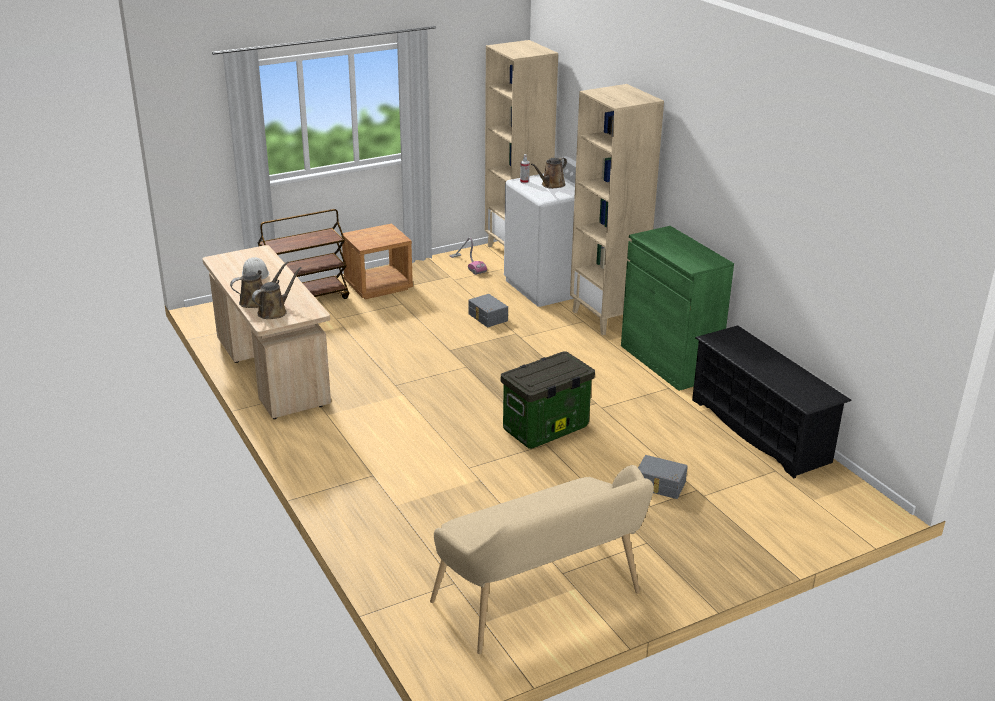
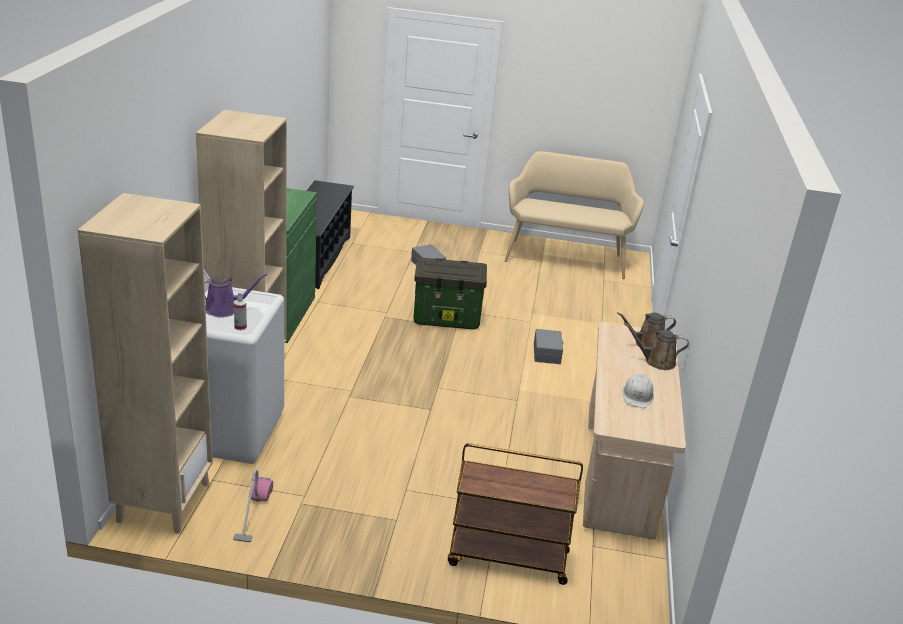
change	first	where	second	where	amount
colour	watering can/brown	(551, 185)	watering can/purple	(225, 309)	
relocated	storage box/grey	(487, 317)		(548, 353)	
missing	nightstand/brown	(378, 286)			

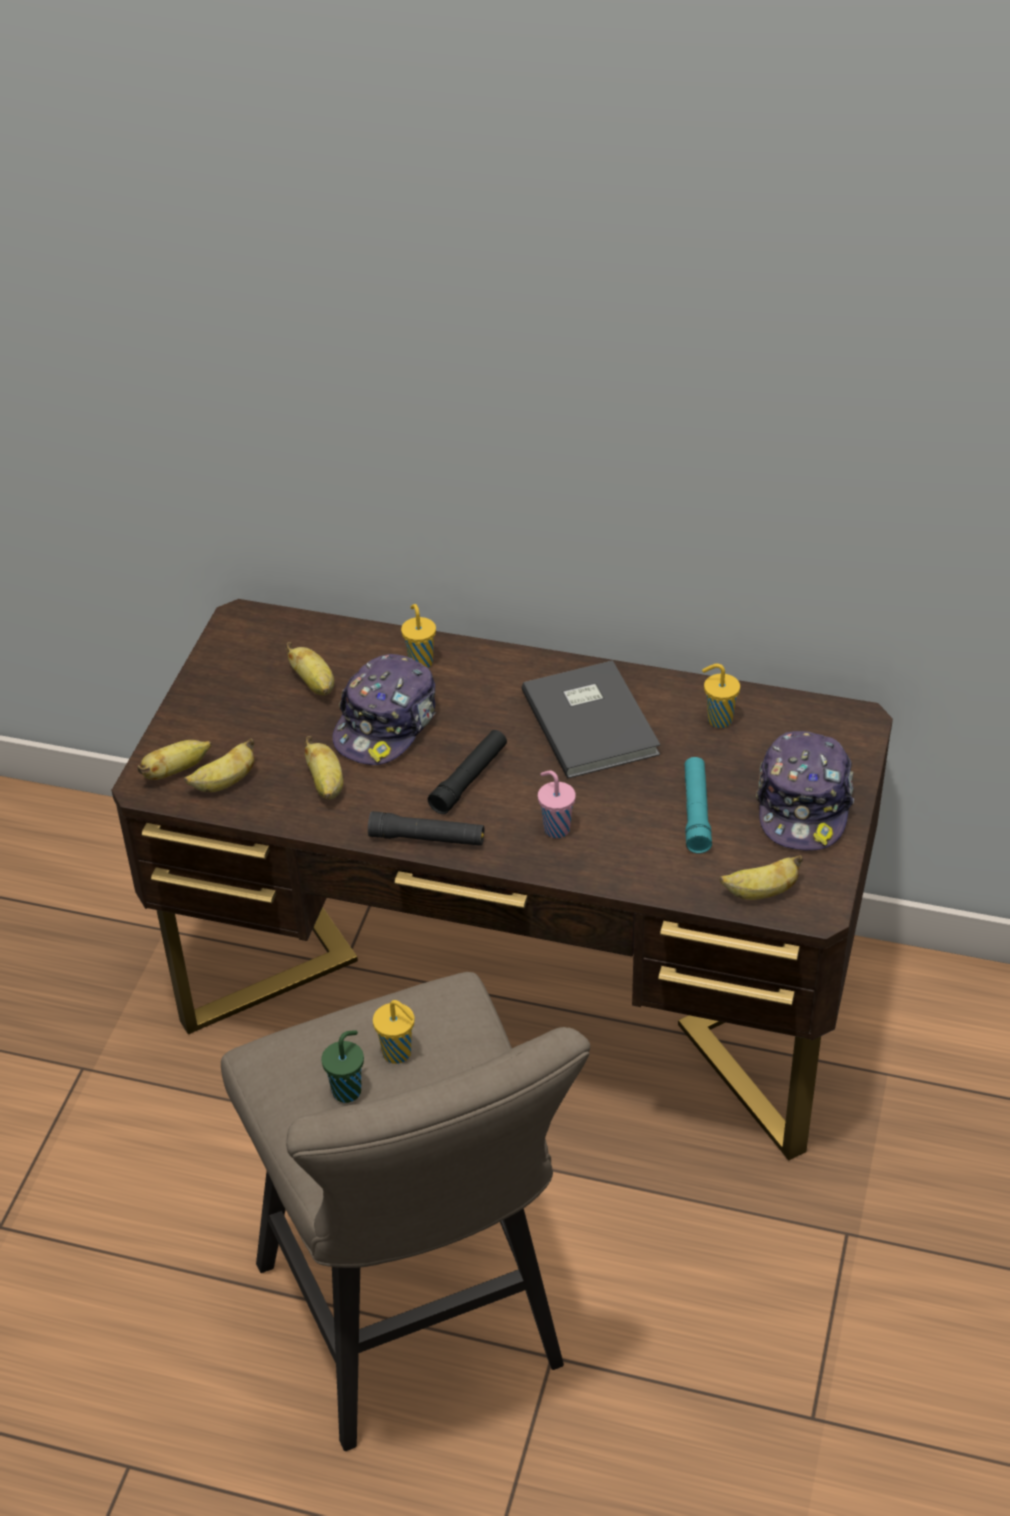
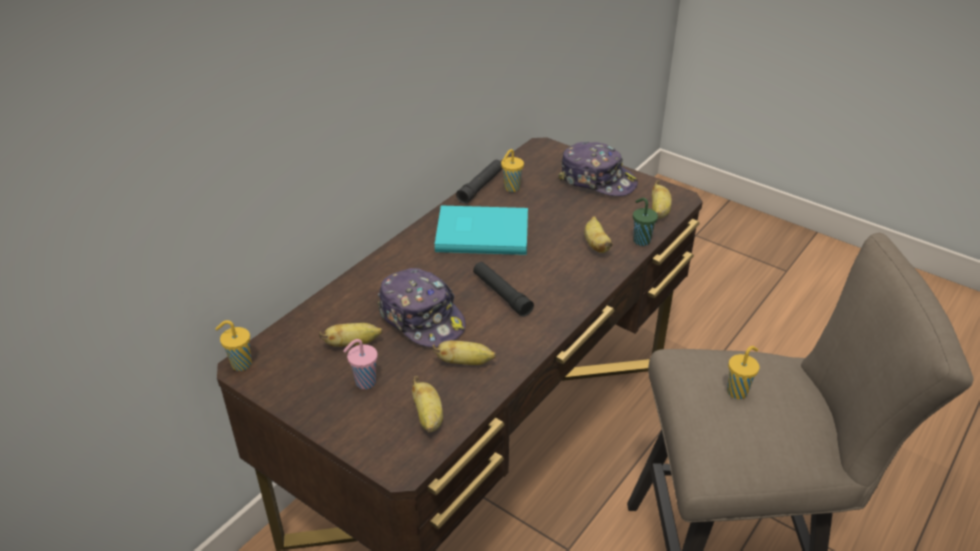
change	first	where	second	where	amount
relocated	cup/yellow	(420, 661)		(240, 364)	
relocated	cup/pink	(555, 828)		(364, 382)	
colour	book/grey	(592, 721)	book/turquoise	(481, 232)	
relocated	flashlight/black	(427, 838)		(480, 186)	
relocated	banana	(176, 771)		(596, 245)	
relocated	cup/green	(348, 1090)		(641, 240)	
missing	flashlight/turquoise	(696, 812)			

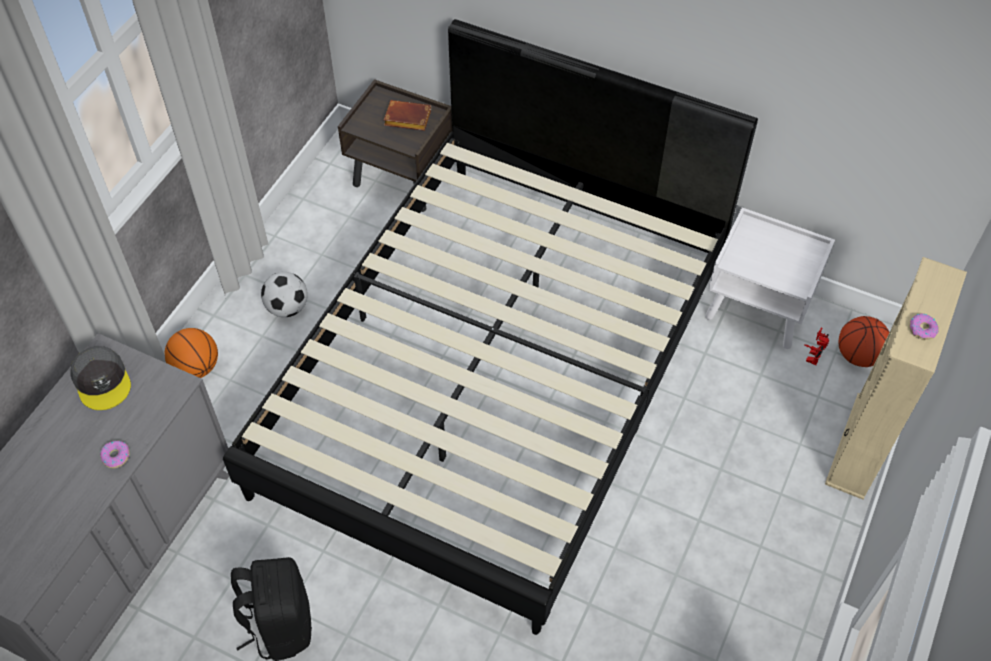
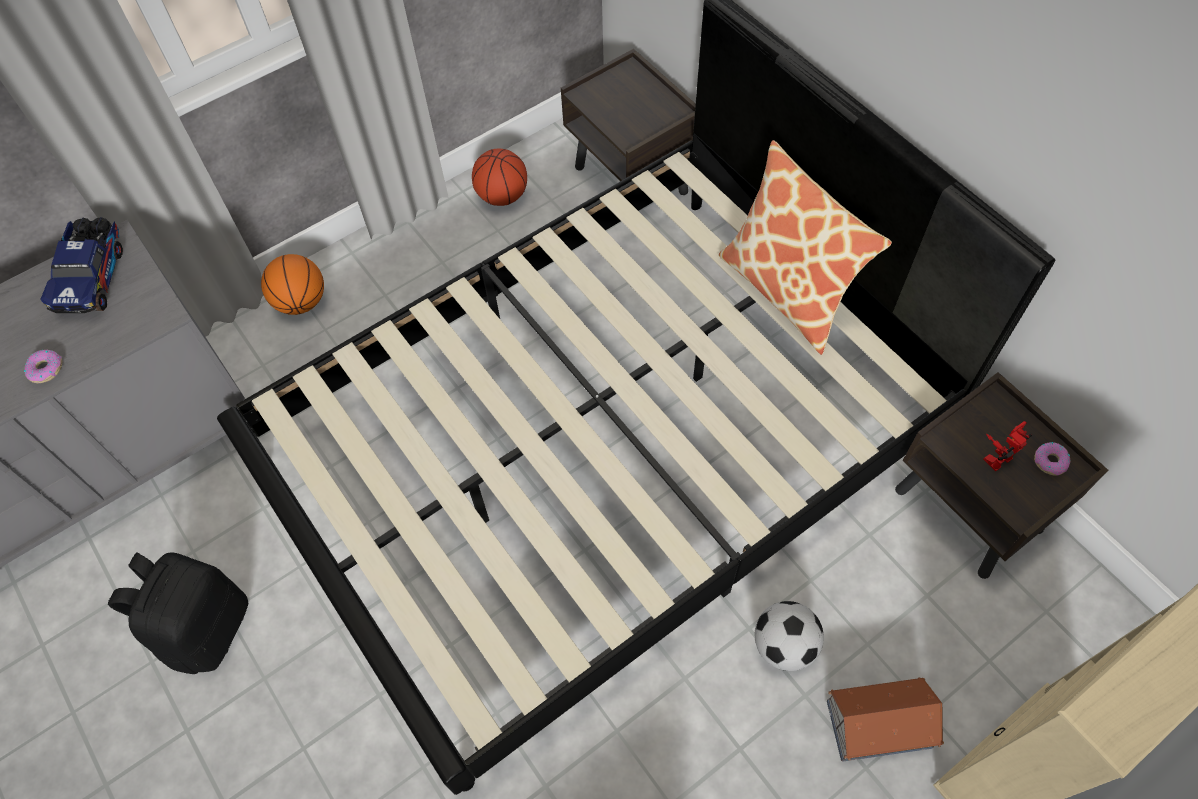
change	first	where	second	where	amount
exchanged	cap/grey	(102, 381)	toy truck	(93, 276)	
relocated	basketball	(858, 356)		(502, 196)	
appeared			pillow	(787, 291)	
relocated	football	(287, 308)		(784, 645)	
appeared			toy house	(880, 724)	
colour	nightstand/white	(758, 311)	nightstand/brown	(969, 511)	
relocated	toy robot	(811, 355)		(996, 455)	
relocated	donut	(922, 329)		(1050, 461)	
missing	book/brown	(406, 119)			

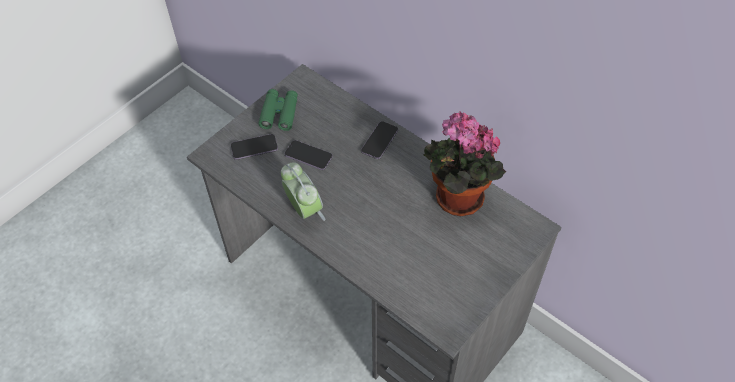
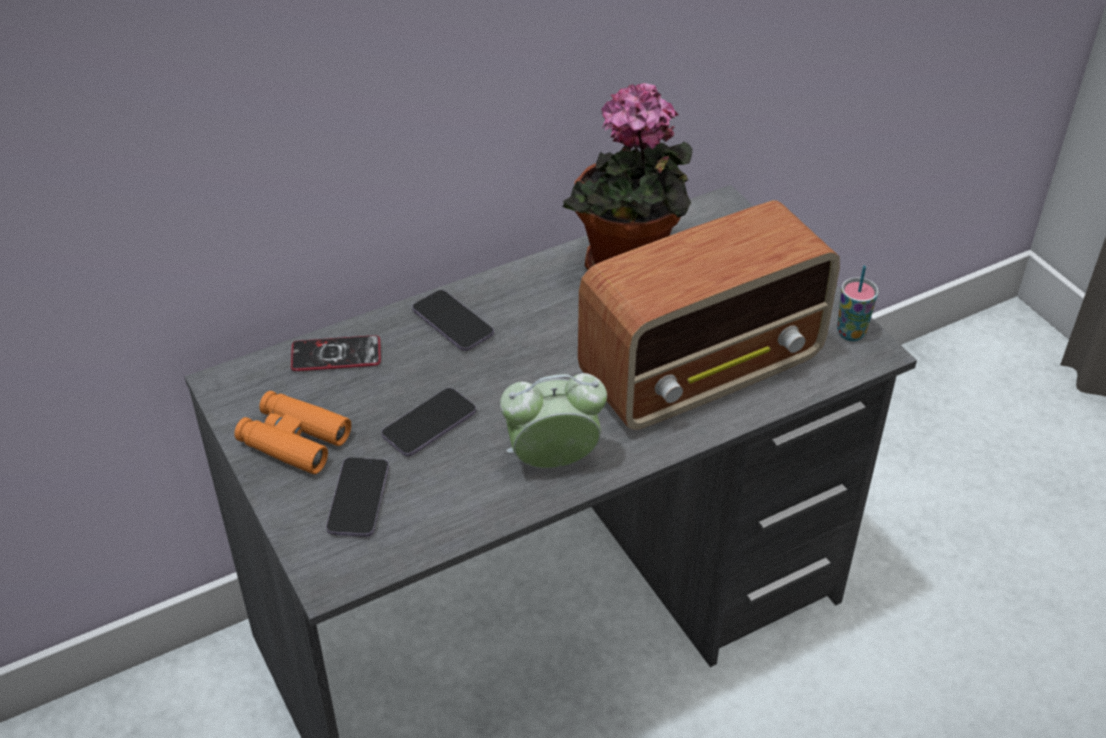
change	first	where	second	where	amount
colour	binoculars/green	(279, 113)	binoculars/orange	(294, 440)	
appeared			phone	(336, 355)	
appeared			radio	(703, 371)	
appeared			cup	(851, 333)	

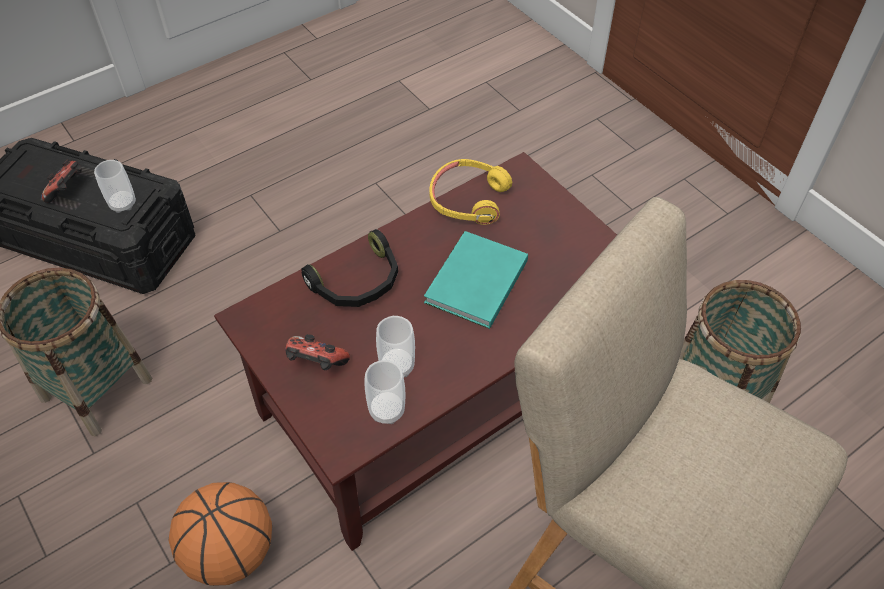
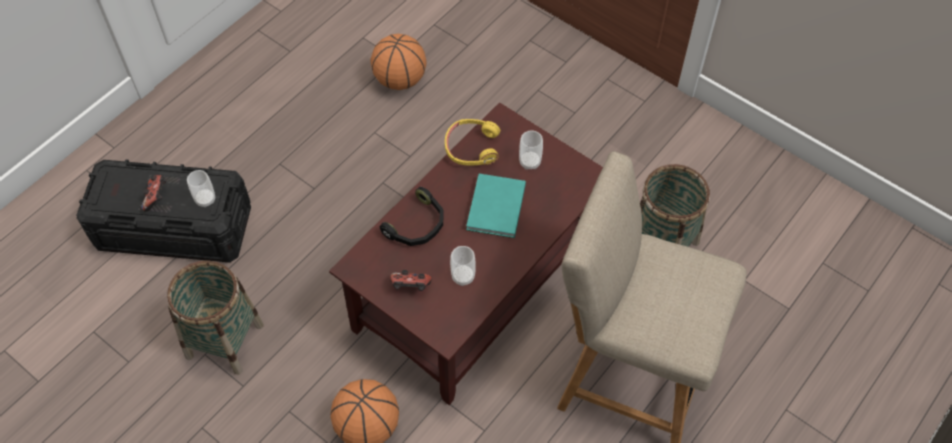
change	first	where	second	where	amount
appeared			basketball	(400, 80)	
relocated	cup	(387, 410)		(530, 162)	

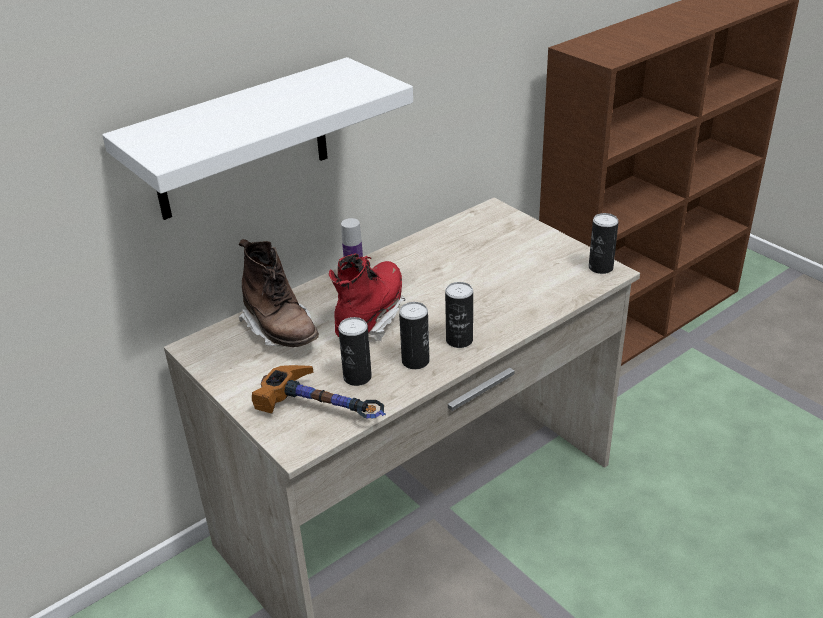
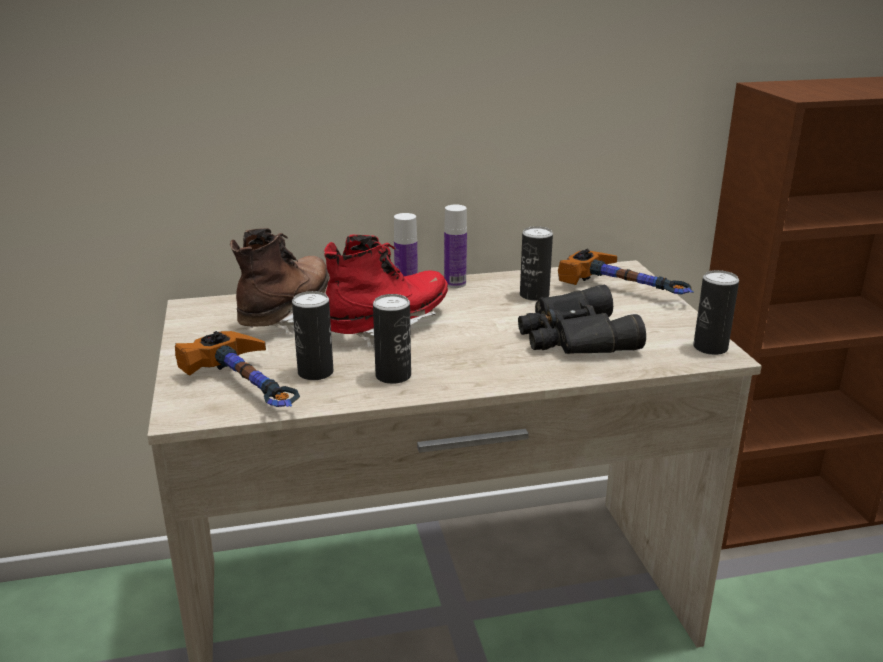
change	first	where	second	where	amount
spun	boot/brown	(281, 330)		(286, 314)	150 degrees counterclockwise
appeared			bottle	(455, 284)	
appeared			binoculars/black	(573, 337)	
relocated	can	(459, 340)		(534, 295)	
appeared			hammer	(628, 291)	
missing	shelf/white	(241, 140)			

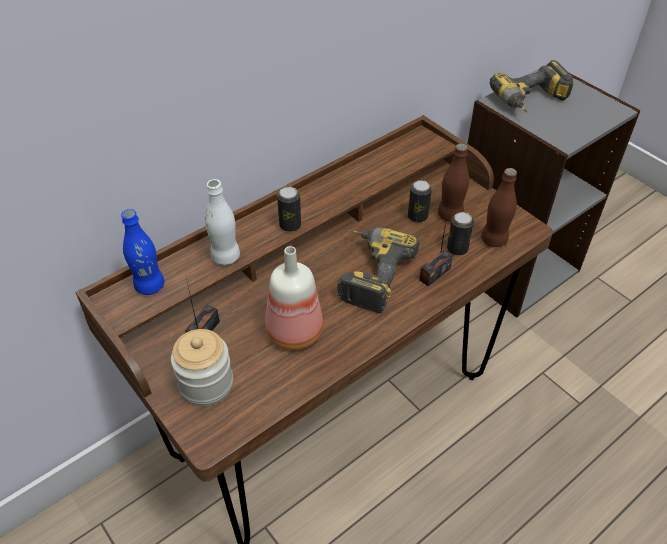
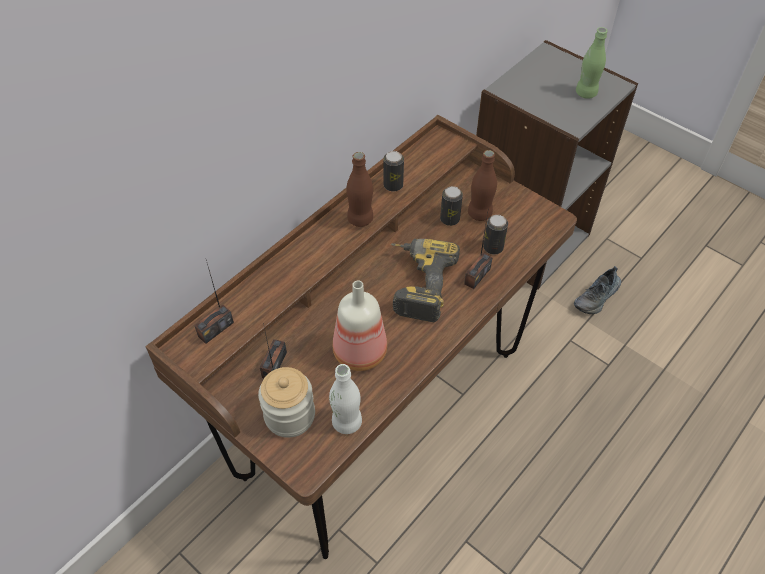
change	first	where	second	where	amount
exchanged	bottle/blue	(149, 286)	radio	(215, 329)	
relocated	bottle/white	(225, 256)		(347, 422)	
relocated	bottle/brown	(494, 240)		(360, 219)	
relocated	can	(290, 225)		(393, 185)	
appeared			shoe	(597, 297)	
appeared			bottle/green	(586, 93)	
missing	power drill	(531, 102)			

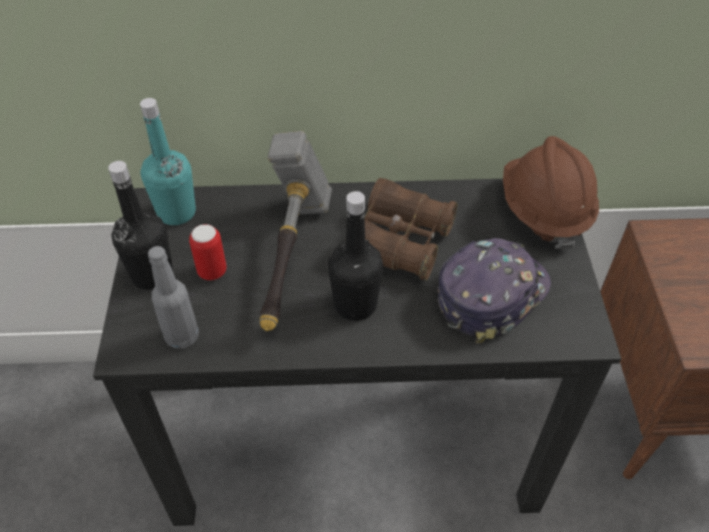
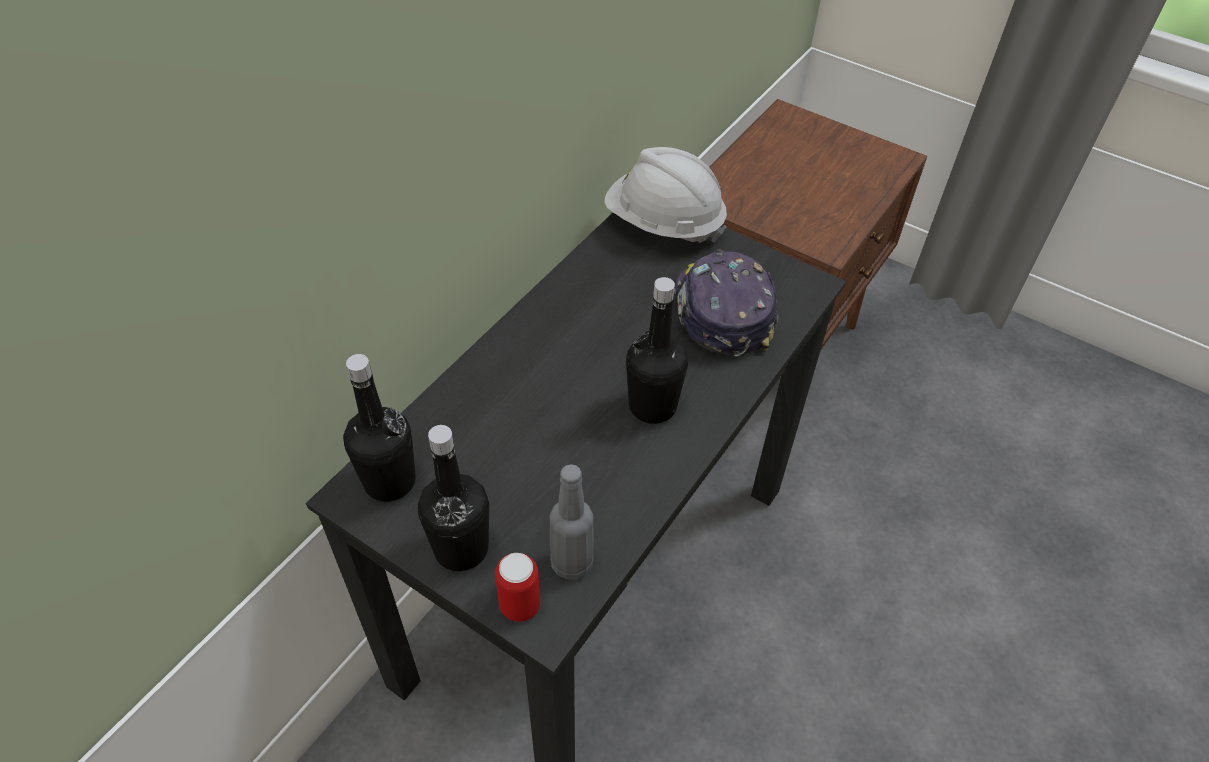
change	first	where	second	where	amount
colour	bottle/turquoise	(176, 212)	bottle/black	(389, 481)	
relocated	can	(212, 271)		(520, 606)	
colour	hard hat/brown	(544, 211)	hard hat/white	(663, 223)	
missing	hammer	(292, 257)			
missing	binoculars/brown	(400, 242)			

